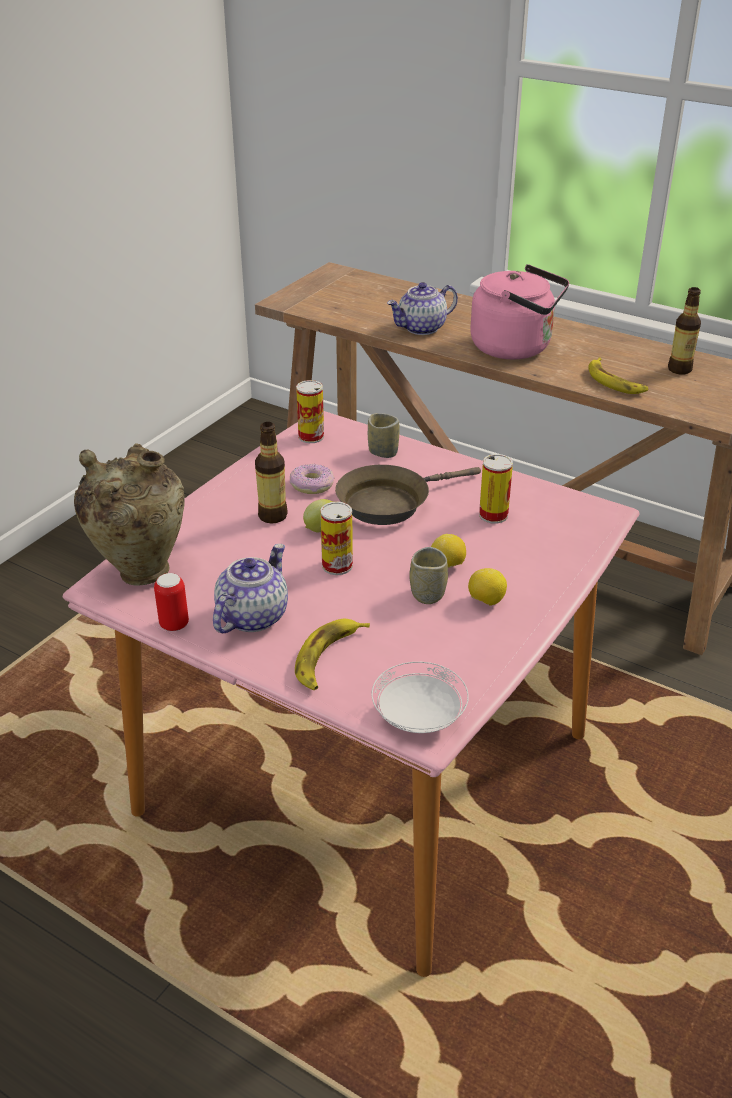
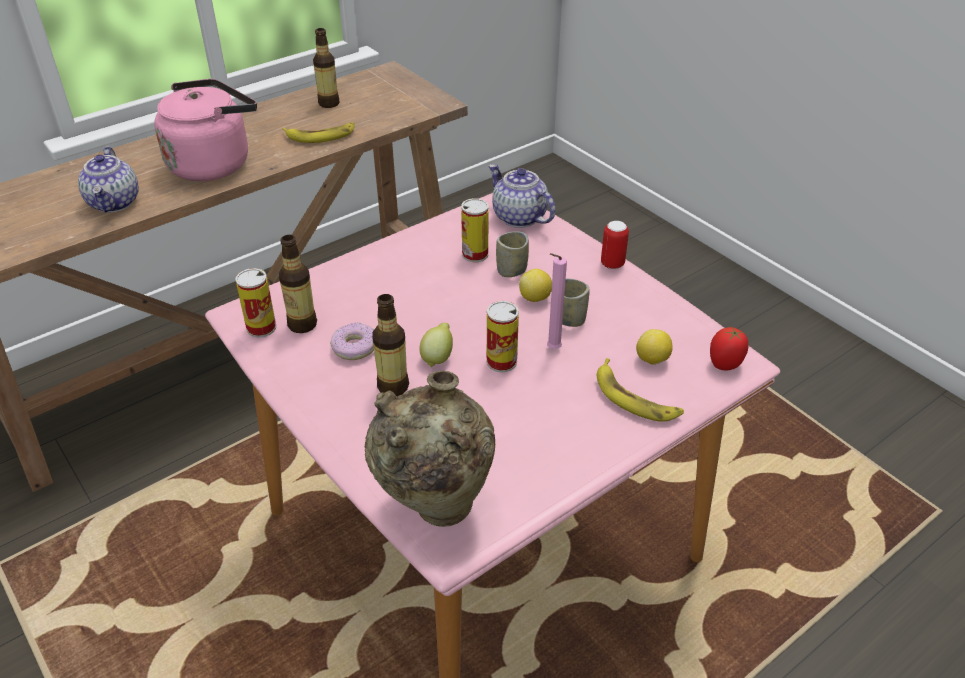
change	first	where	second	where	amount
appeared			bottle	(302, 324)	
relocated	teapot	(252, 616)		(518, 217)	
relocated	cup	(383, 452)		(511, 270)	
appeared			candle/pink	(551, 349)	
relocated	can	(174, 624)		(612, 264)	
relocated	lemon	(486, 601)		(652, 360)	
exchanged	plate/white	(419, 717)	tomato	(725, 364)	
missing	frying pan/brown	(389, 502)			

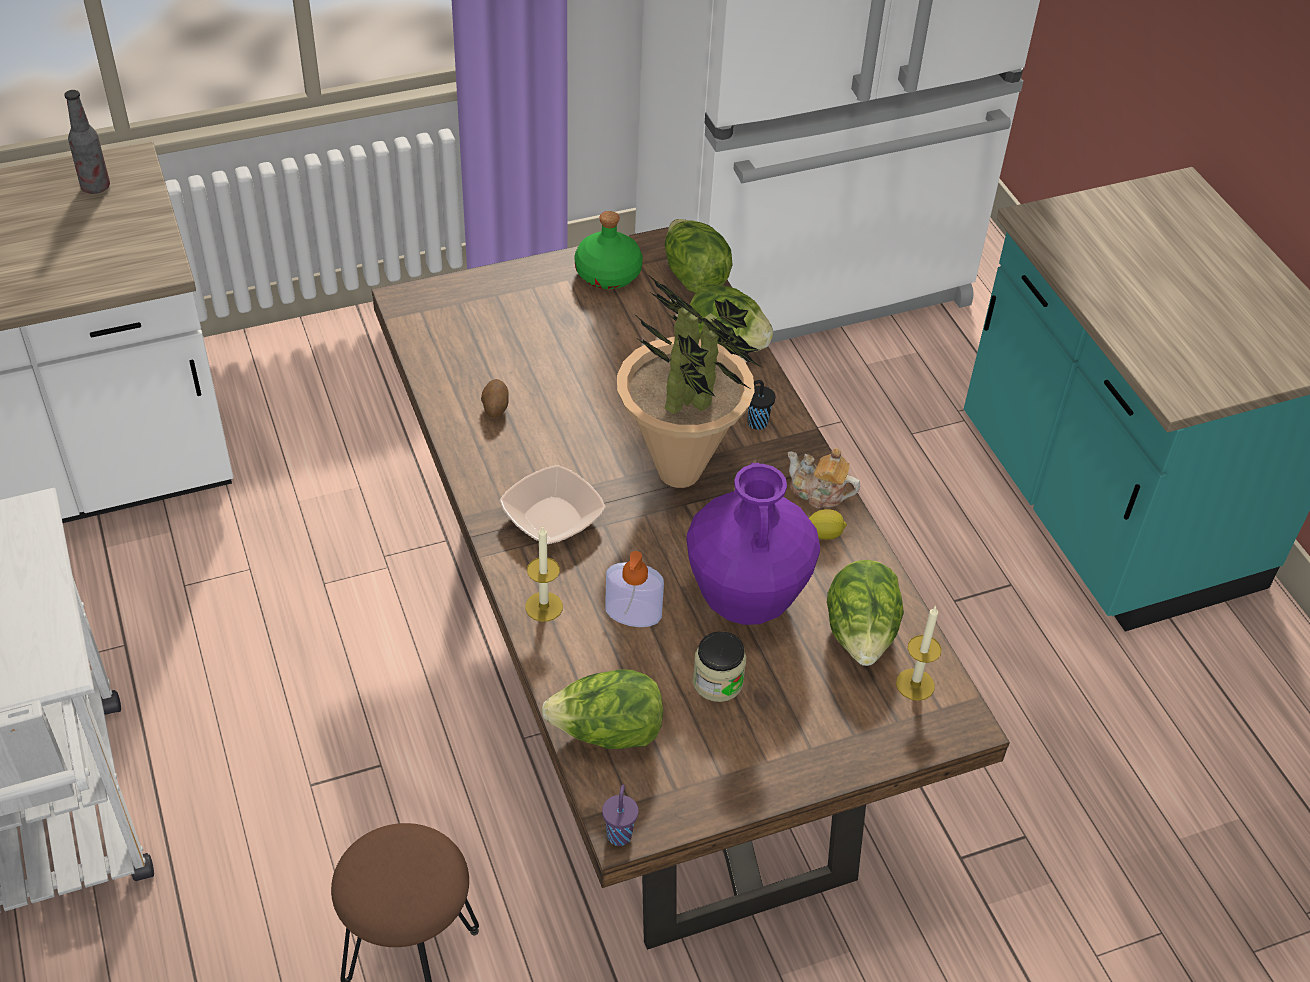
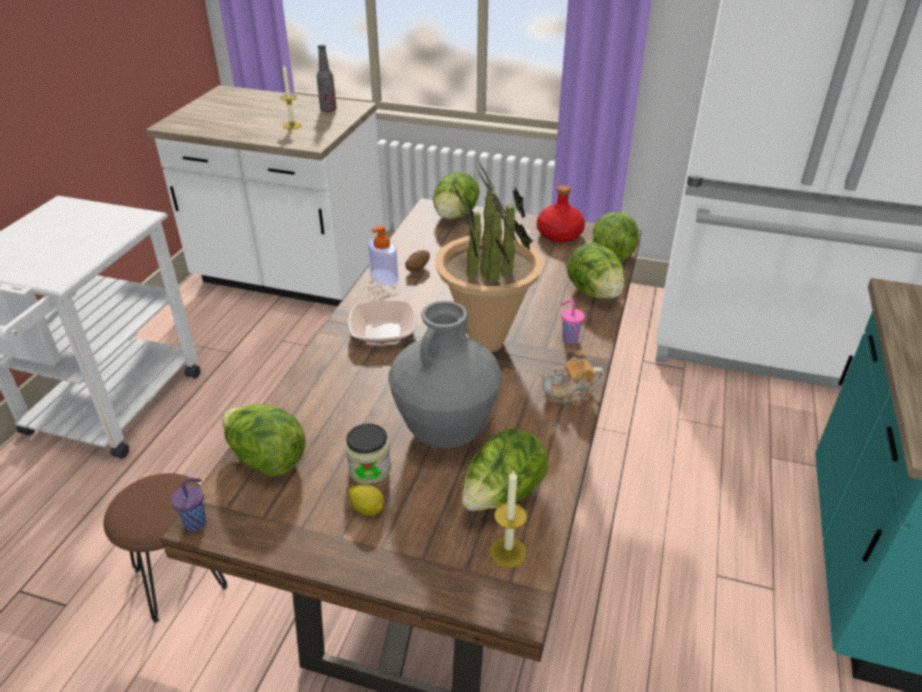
change	first	where	second	where	amount
relocated	candle	(544, 606)		(292, 126)	
relocated	lemon	(823, 534)		(367, 509)	
relocated	soap dispenser	(633, 613)		(384, 277)	
colour	vase/purple	(746, 601)	vase/grey	(445, 432)	
appeared			lettuce	(455, 216)	
colour	bottle/green	(607, 274)	bottle/red	(559, 234)	
spun	teapot	(818, 492)		(569, 395)	75 degrees counterclockwise
colour	cup/black	(756, 423)	cup/pink	(569, 339)	

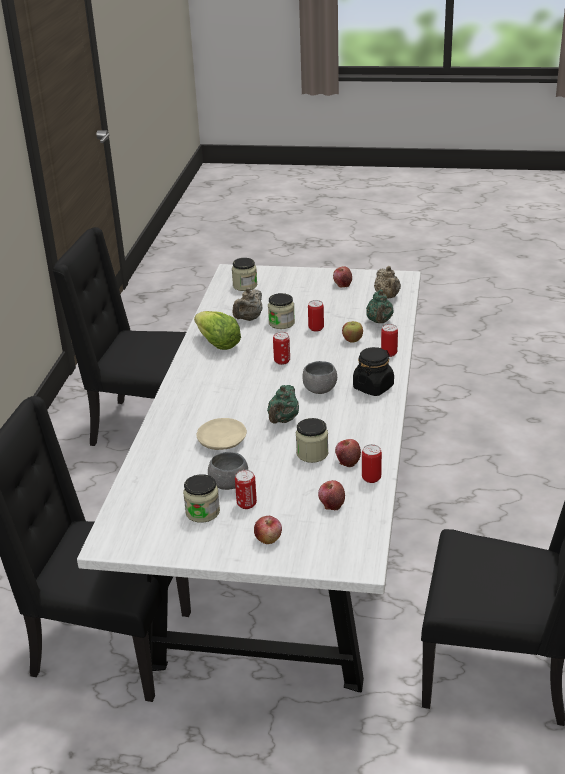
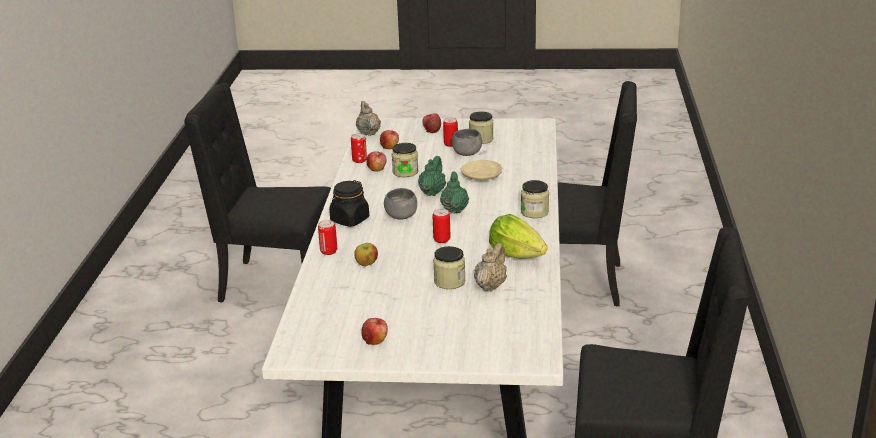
change	first	where	second	where	amount
relocated	teapot/beige	(387, 297)		(368, 133)	
relocated	teapot/green	(379, 321)		(454, 209)	
relocated	jar	(245, 286)		(534, 212)	
missing	can	(316, 328)			

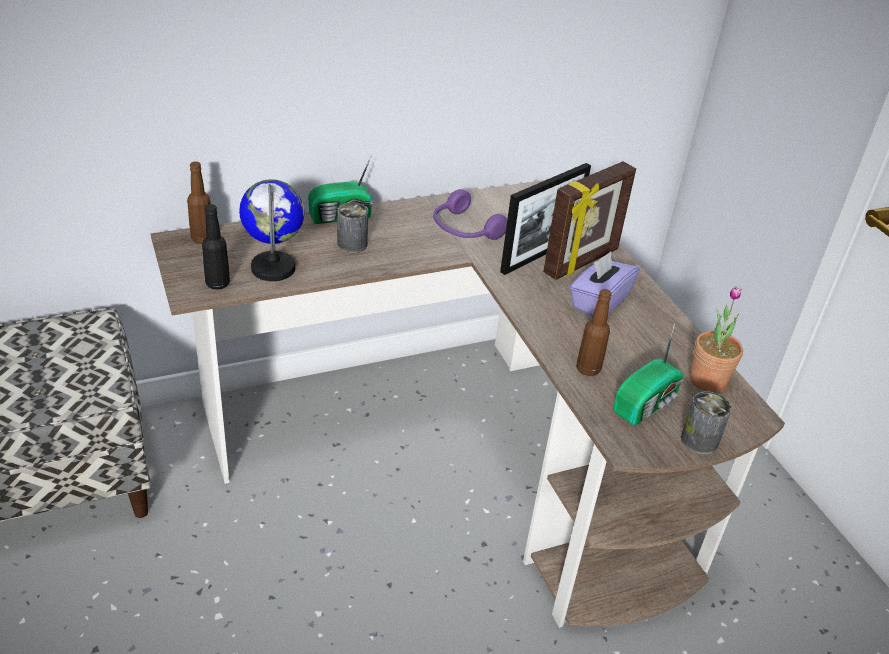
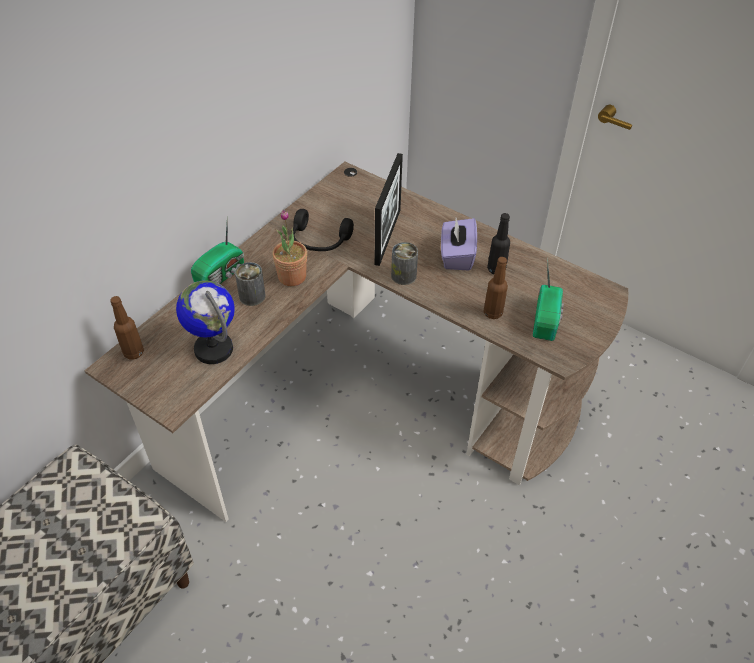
change	first	where	second	where	amount
relocated	potted plant	(708, 380)		(292, 276)	
colour	headphones/purple	(464, 229)	headphones/black	(319, 241)	
relocated	can	(699, 440)		(403, 276)	
relocated	bottle/black	(217, 283)		(496, 269)	
missing	picture frame	(582, 262)			

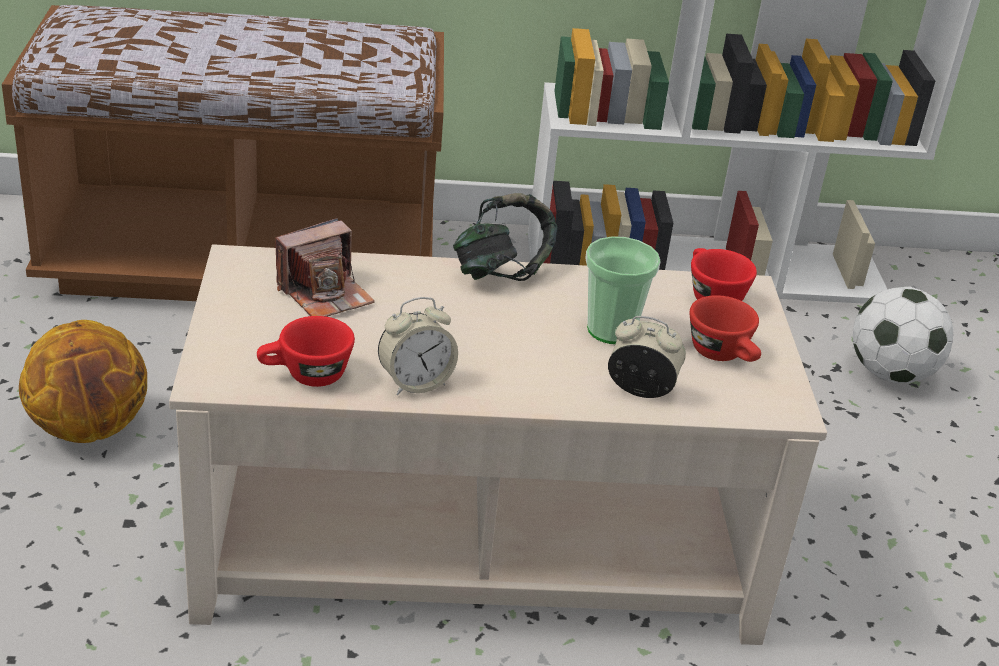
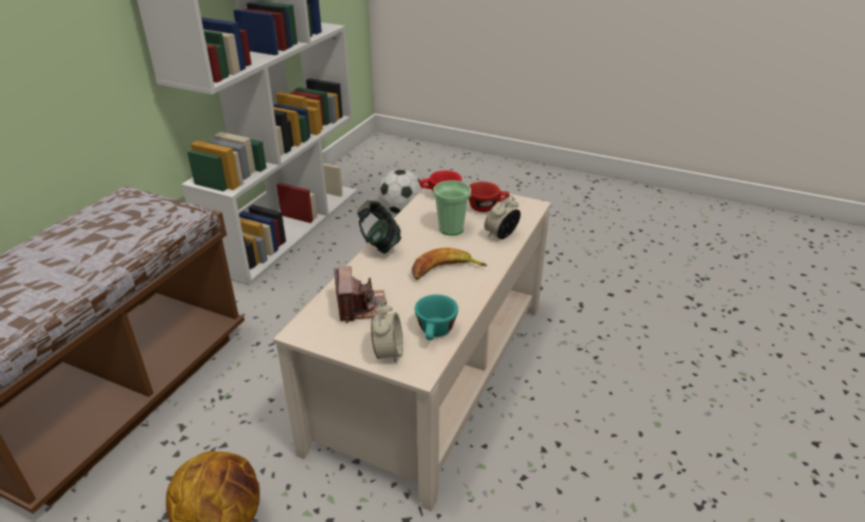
change	first	where	second	where	amount
relocated	alarm clock	(415, 383)		(388, 353)	
appeared			banana	(445, 271)	
colour	cup/red	(305, 376)	cup/turquoise	(435, 333)	

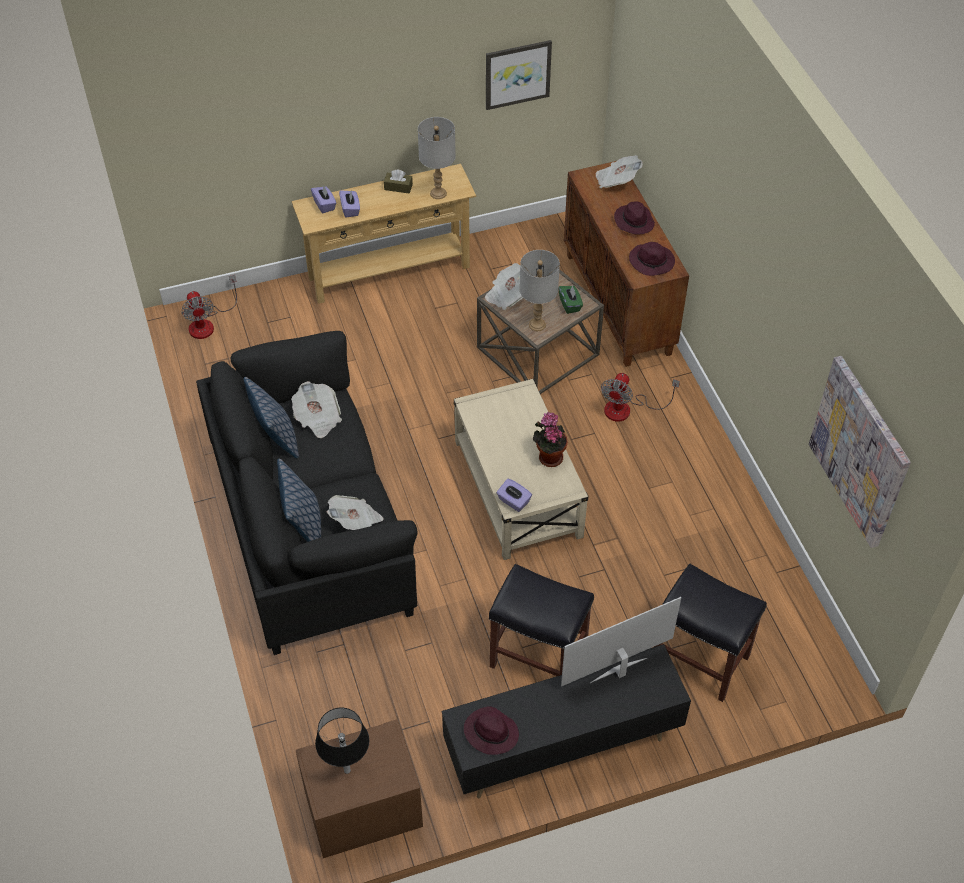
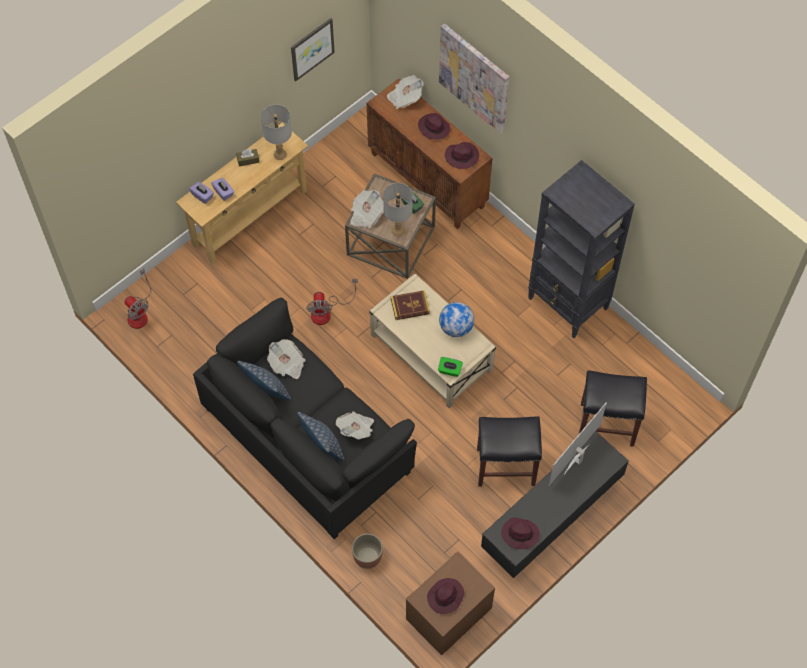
change	first	where	second	where	amount
relocated	fan	(627, 409)		(326, 311)	
appeared			planter	(367, 557)	
appeared			book	(410, 306)	
exchanged	table lamp/black	(347, 770)	hat/purple	(445, 597)	
colour	tissue box/purple	(513, 501)	tissue box/green	(449, 370)	
relocated	picture	(860, 451)		(474, 77)	
exchanged	potted plant	(549, 456)	globe	(456, 328)	
appeared			bookcase/black	(568, 304)	

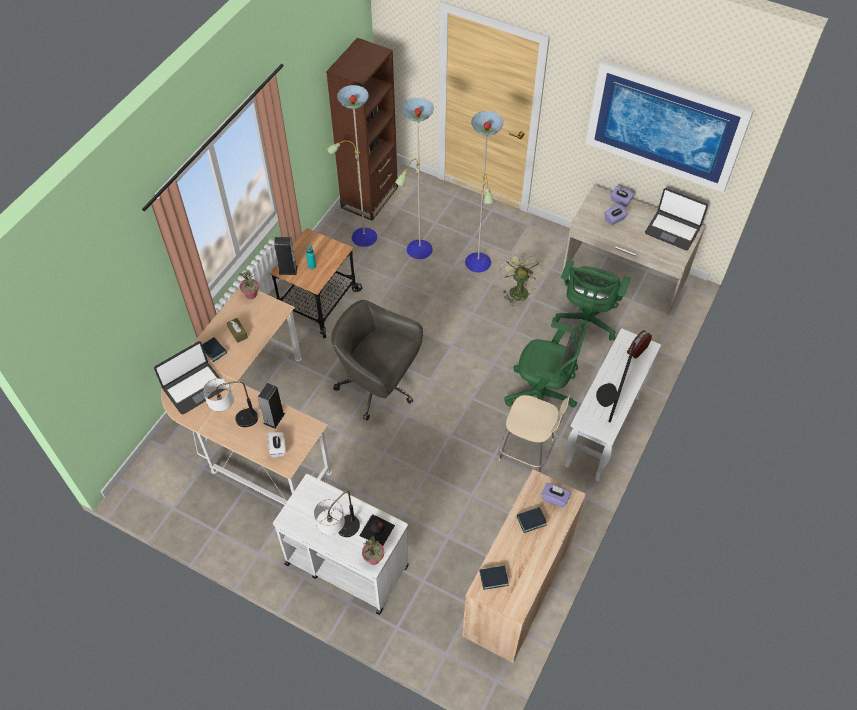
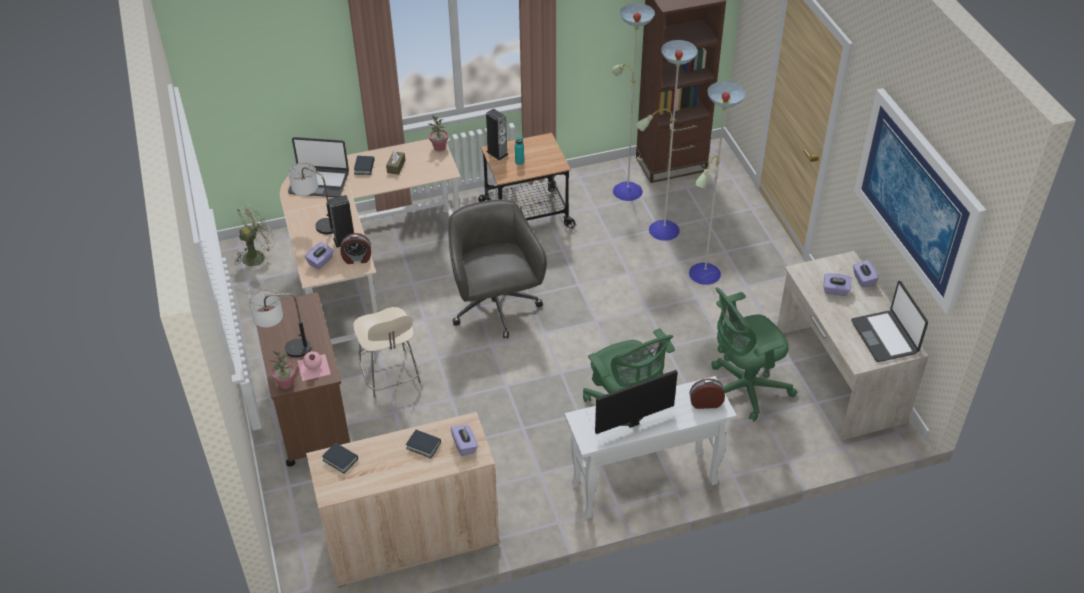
change	first	where	second	where	amount
relocated	fan/green	(518, 290)		(257, 255)	
colour	cart/white	(346, 564)	cart/brown	(310, 412)	
colour	bottle/black	(377, 531)	bottle/pink	(313, 367)	
colour	tissue box/white	(278, 448)	tissue box/purple	(321, 261)	
appeared			alarm clock	(357, 258)	
relocated	chair/beige	(528, 451)		(391, 379)	

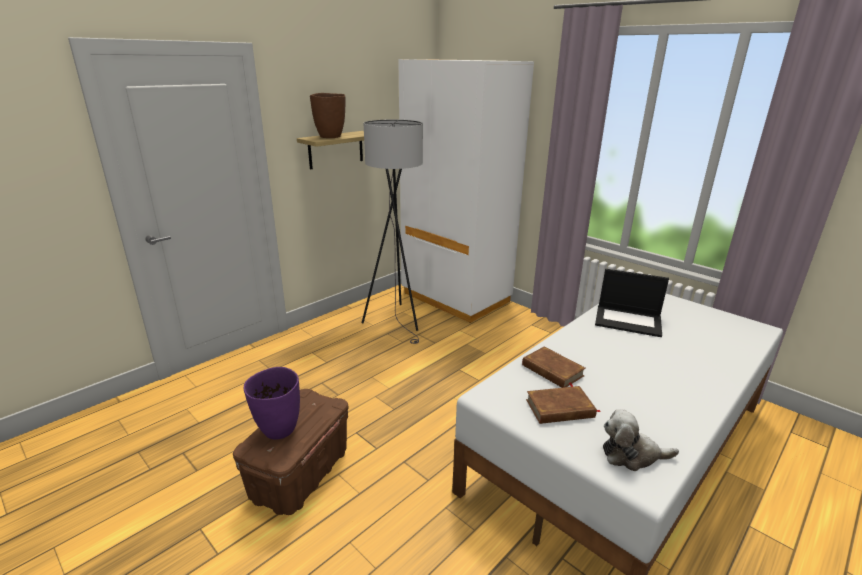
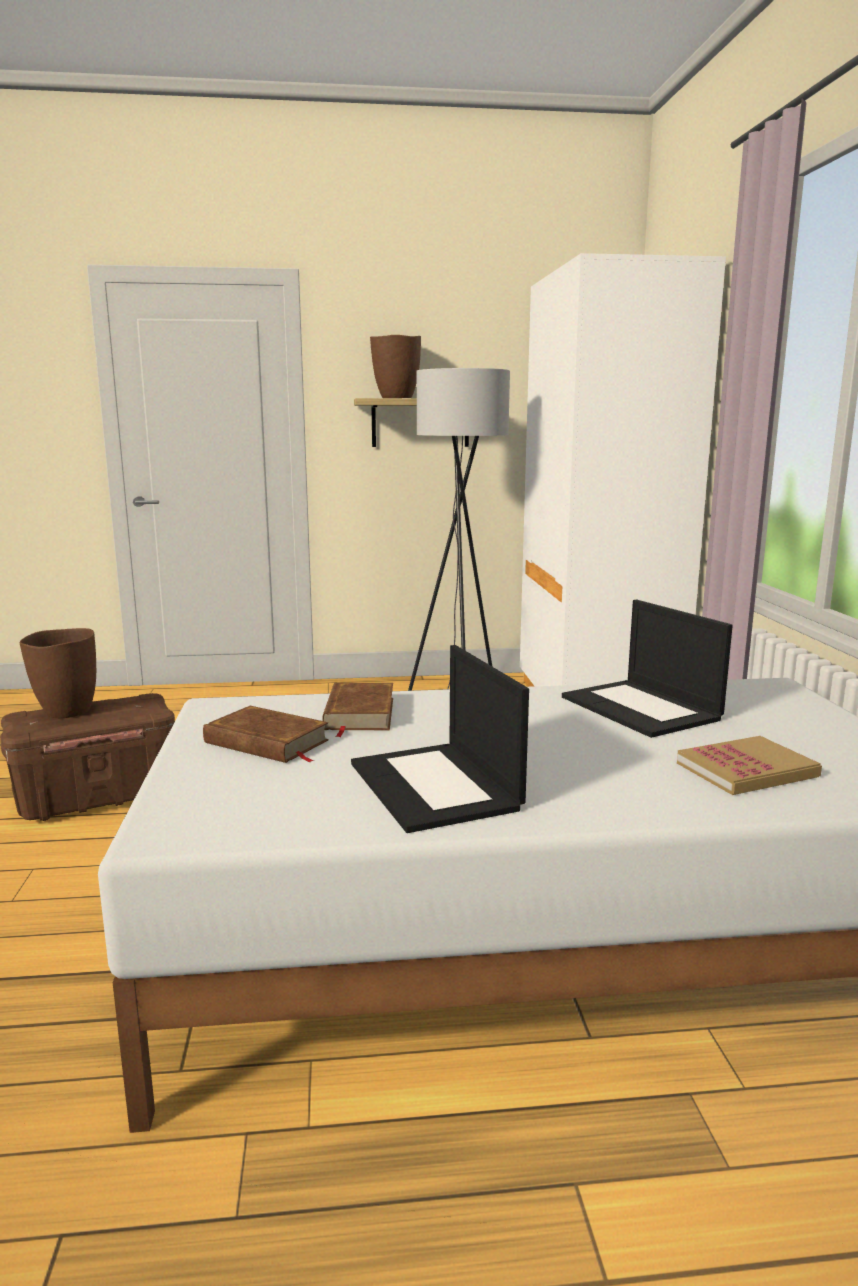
change	first	where	second	where	amount
colour	vase/purple	(279, 430)	vase/brown	(66, 712)	
appeared			laptop	(436, 786)	
appeared			book	(747, 770)	
missing	plush toy	(632, 455)			

